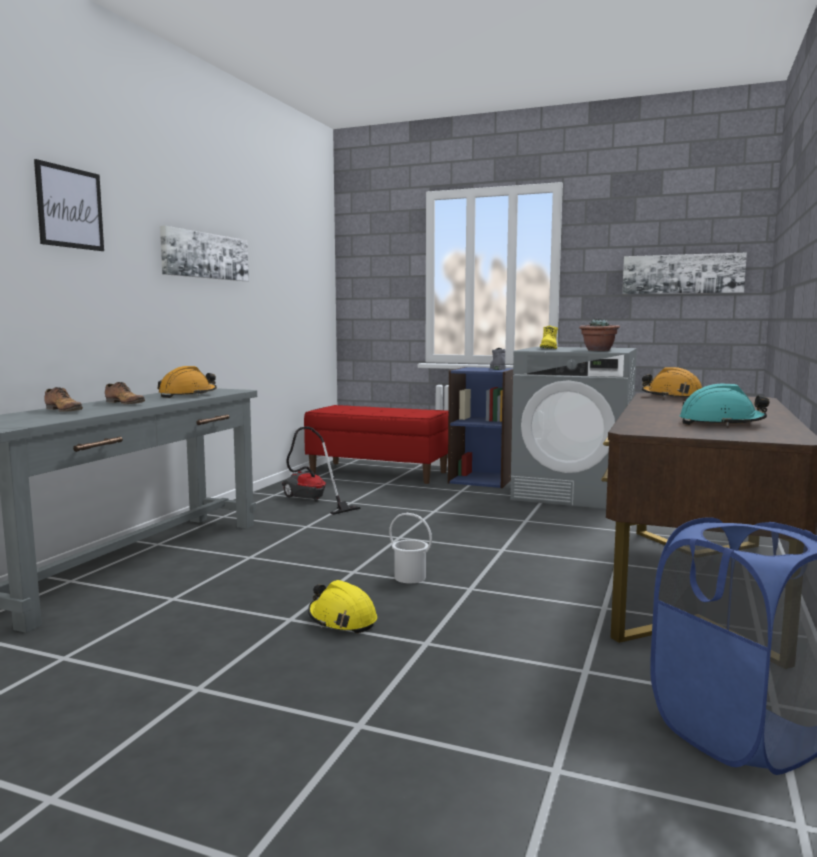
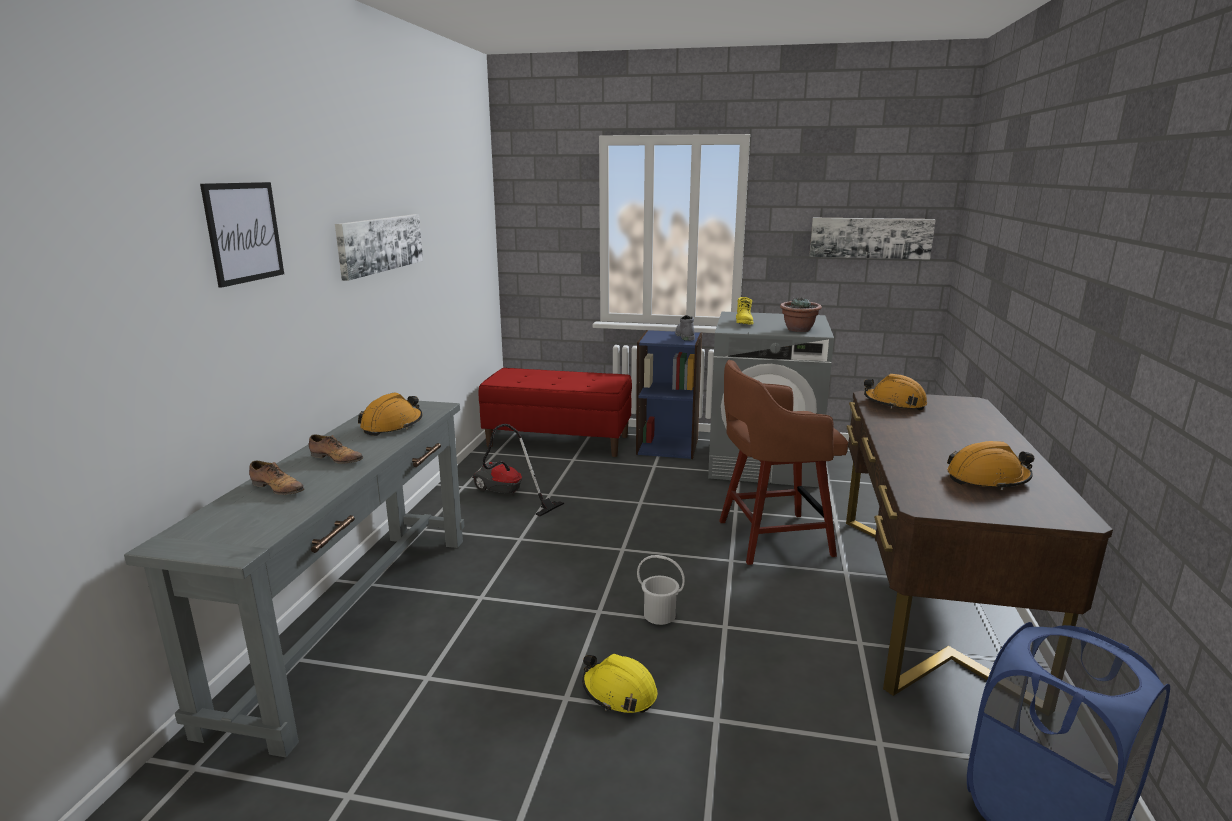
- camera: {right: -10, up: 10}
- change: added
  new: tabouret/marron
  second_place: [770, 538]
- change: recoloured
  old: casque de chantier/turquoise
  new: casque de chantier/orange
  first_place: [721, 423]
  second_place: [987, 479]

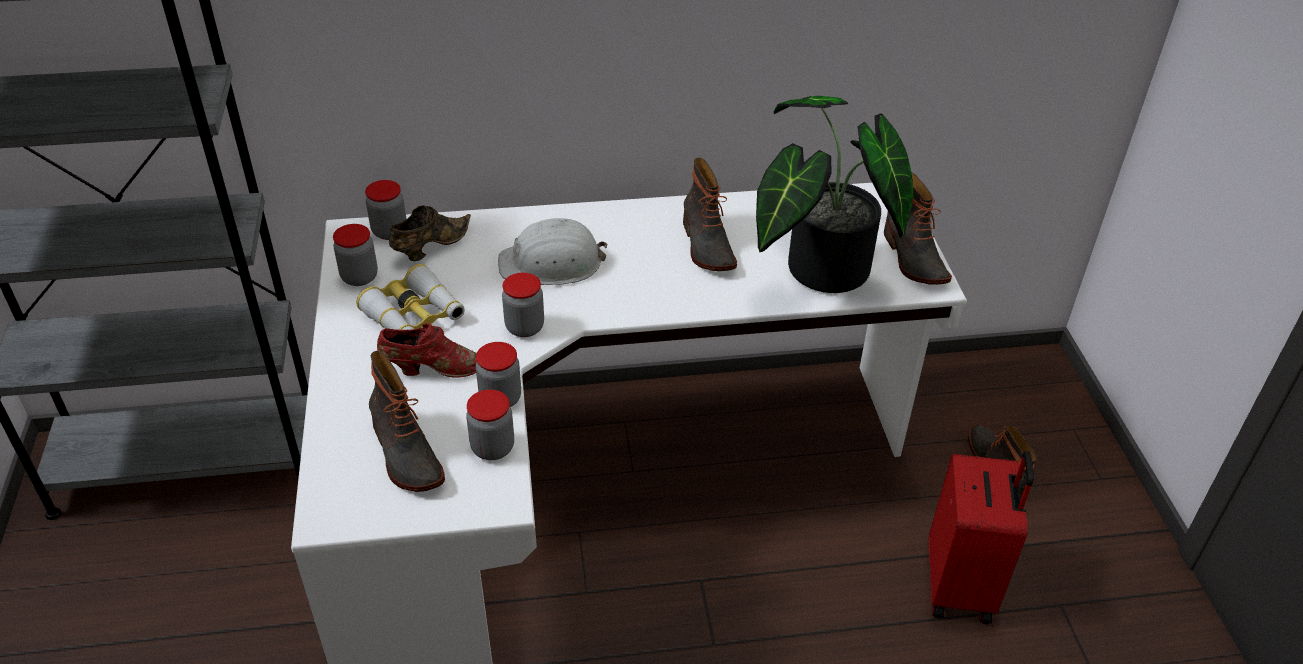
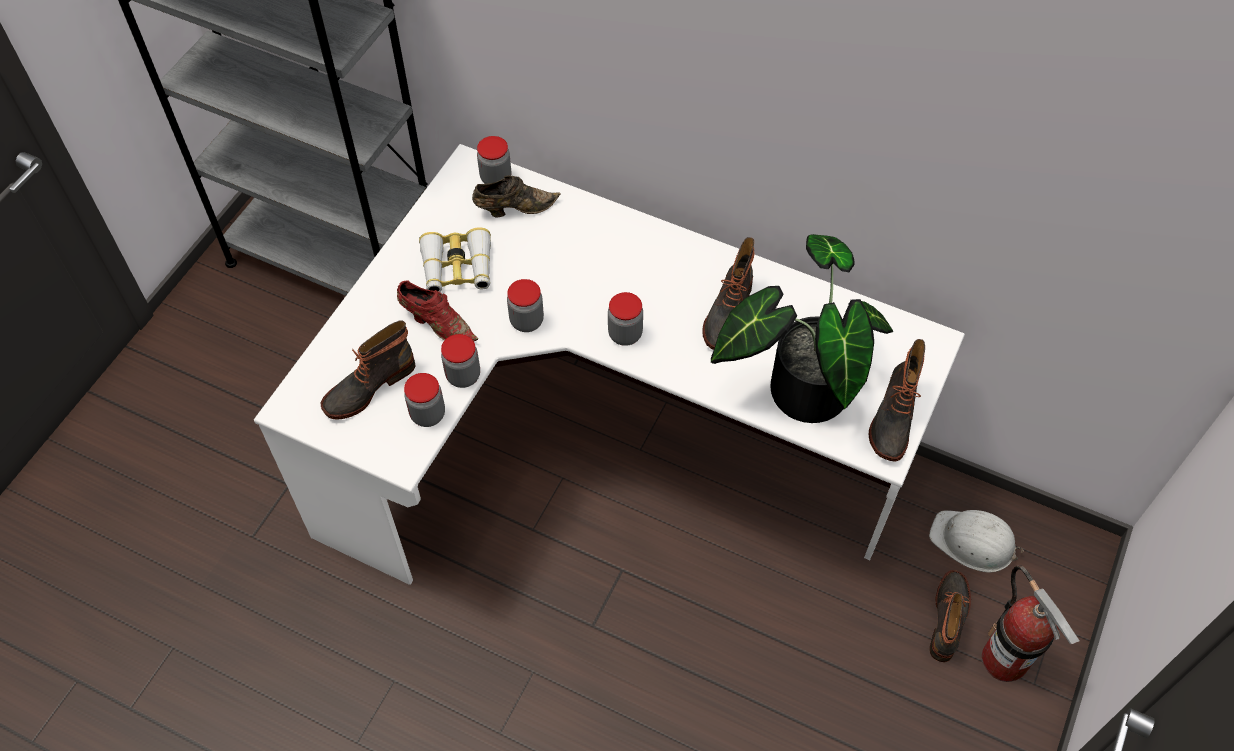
- camera: {right: 35, up: 15}
- change: removed
  old: valise/rouge
  first_place: [961, 586]
- change: added
  new: extincteur
  second_place: [1004, 659]
- change: moved
  old: bocal
  first_place: [359, 277]
  second_place: [625, 334]
- change: moved
  old: casque de chantier/blanc
  first_place: [552, 263]
  second_place: [973, 542]
- change: turned
  old: botte
  first_place: [404, 454]
  second_place: [368, 386]
  degrees: 45

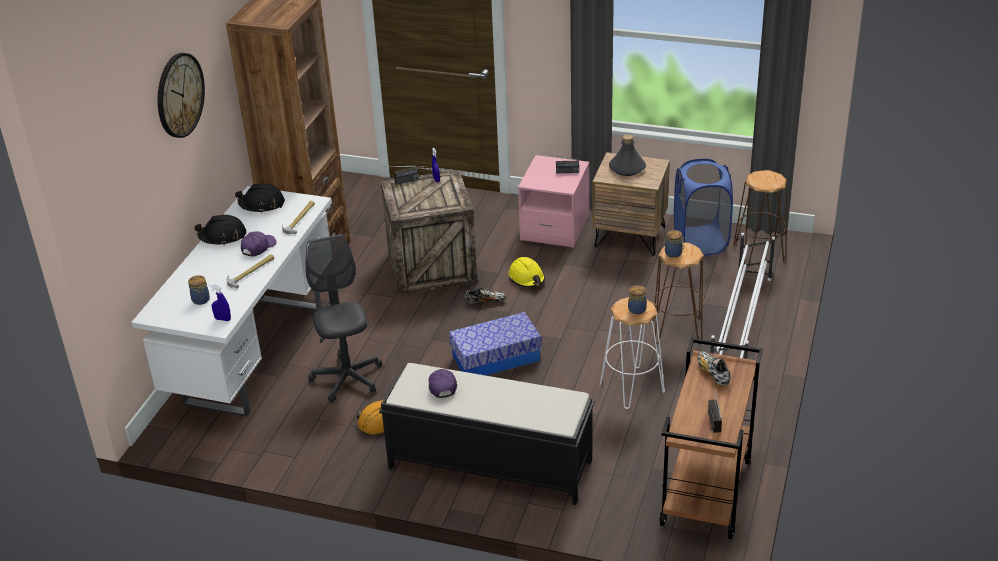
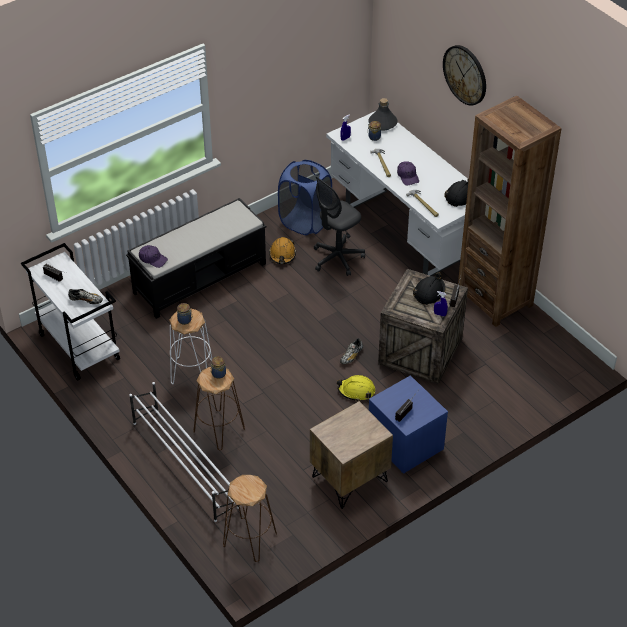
- camera: {right: 125, up: 10}
- change: removed
  old: boîte de rangement
  first_place: [496, 358]
- change: moved
  old: casque de chantier/noir
  first_place: [223, 236]
  second_place: [429, 292]
- change: moved
  old: casquette/violet
  first_place: [442, 386]
  second_place: [153, 259]
- change: moved
  old: bouteille/gris
  first_place: [627, 168]
  second_place: [382, 123]
- change: moved
  old: panier à linge/bleu
  first_place: [700, 241]
  second_place: [305, 221]
- change: recoloured
  old: table de chevet/rose
  new: table de chevet/bleu
  first_place: [555, 228]
  second_place: [405, 443]
- change: recoloured
  old: chariot/marron
  new: chariot/blanc
  first_place: [707, 494]
  second_place: [78, 347]
- change: turned
  old: chaise de bureau/gris
  first_place: [347, 379]
  second_place: [337, 258]
  degrees: 120

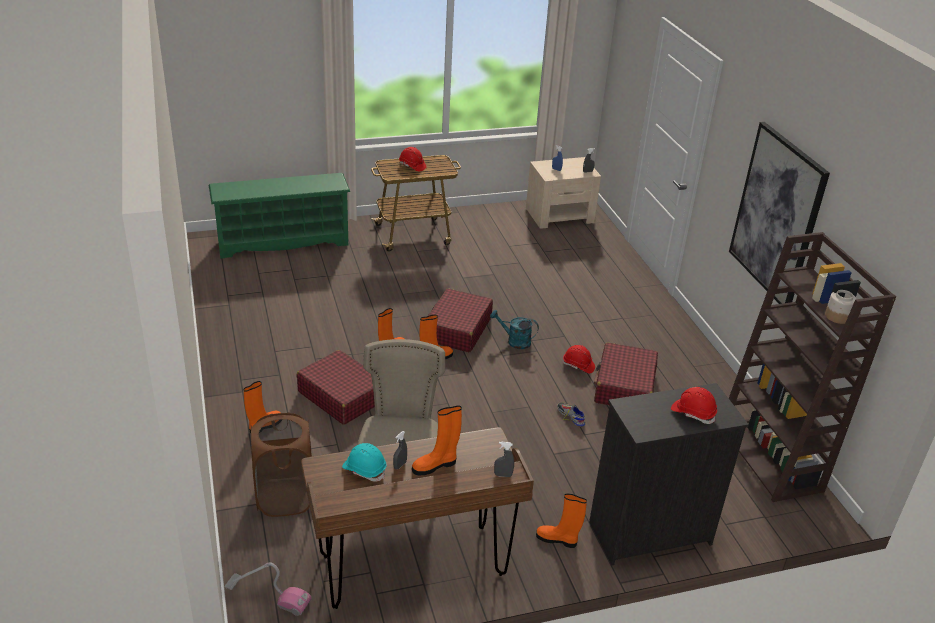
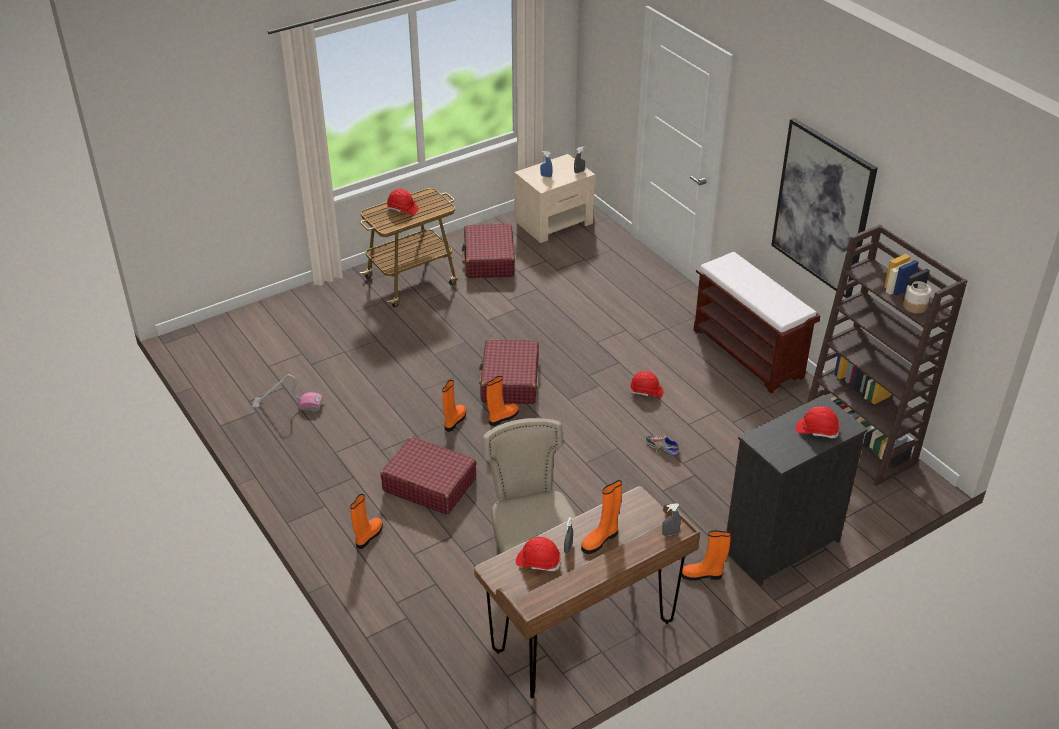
- camera: {right: -15, up: 5}
- change: removed
  old: étagère à chaussures/vert
  first_place: [283, 241]
- change: removed
  old: panier à linge/marron
  first_place: [285, 497]
- change: removed
  old: arrosoir/turquoise
  first_place: [514, 341]
- change: added
  new: banc/marron
  second_place: [749, 353]
- change: moved
  old: aspirateur
  first_place: [268, 595]
  second_place: [288, 404]
- change: moved
  old: valise/rouge
  first_place: [624, 386]
  second_place: [489, 260]
- change: recoloured
  old: casque de chantier/turquoise
  new: casque de chantier/rouge
  first_place: [364, 469]
  second_place: [538, 561]

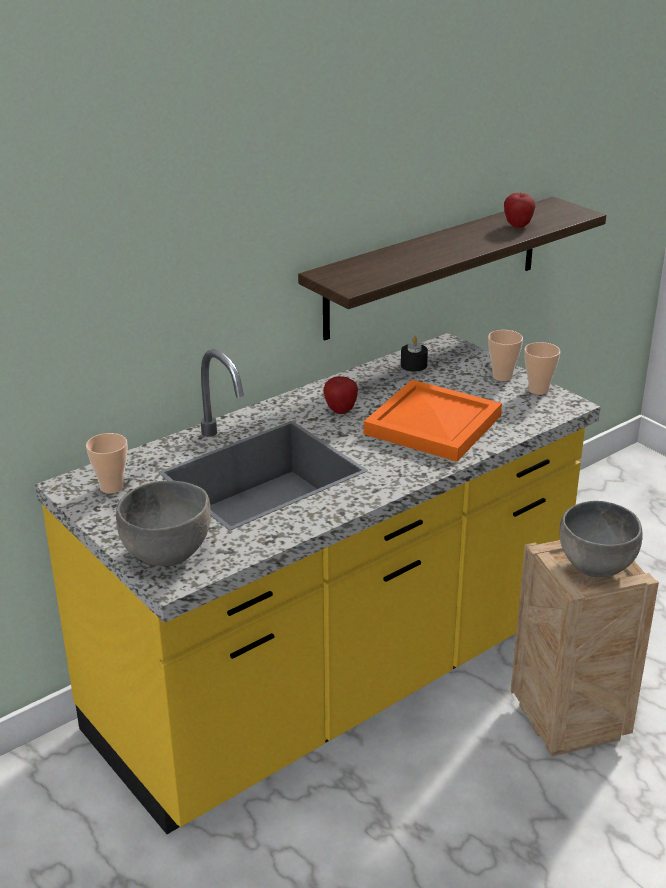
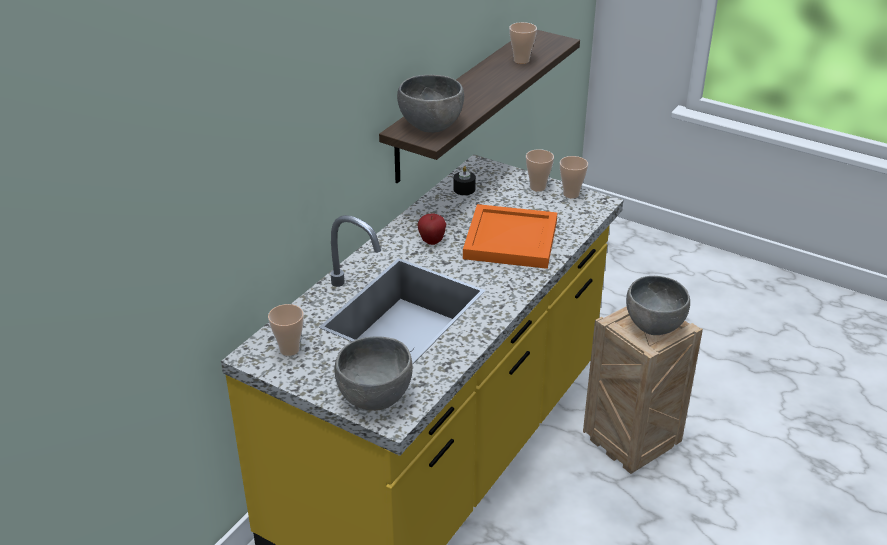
- camera: {right: -20, up: 5}
- change: added
  new: bol/gris
  second_place: [432, 126]
- change: replaced
  old: pomme
  new: tasse
  first_place: [518, 226]
  second_place: [521, 60]

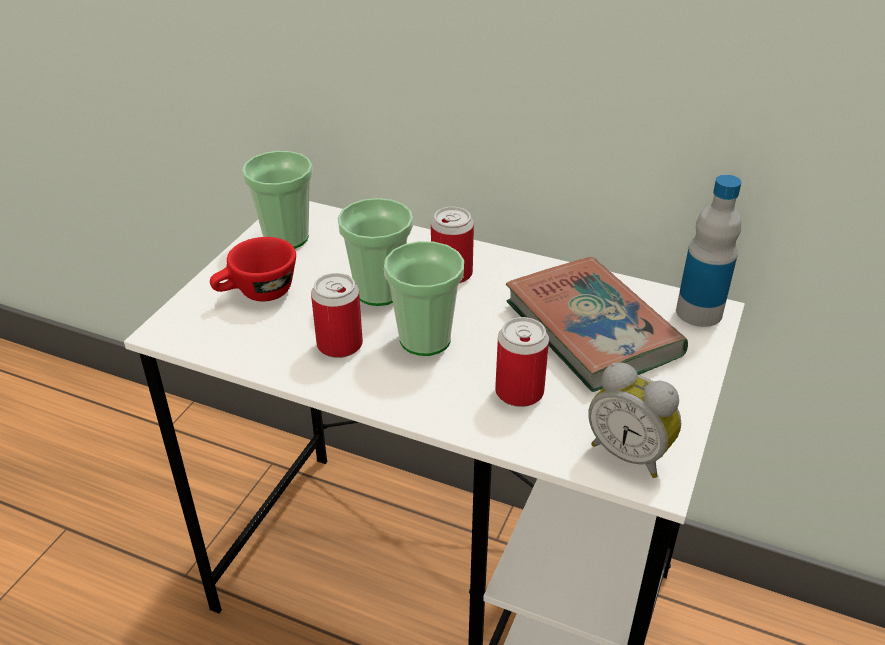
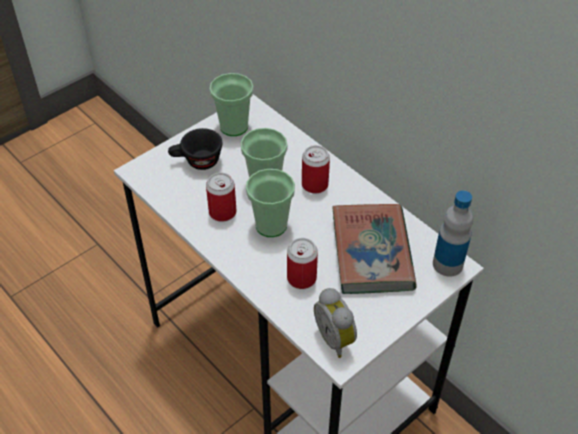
- camera: {right: 25, up: 10}
- change: recoloured
  old: tasse/rouge
  new: tasse/noir
  first_place: [257, 294]
  second_place: [197, 162]

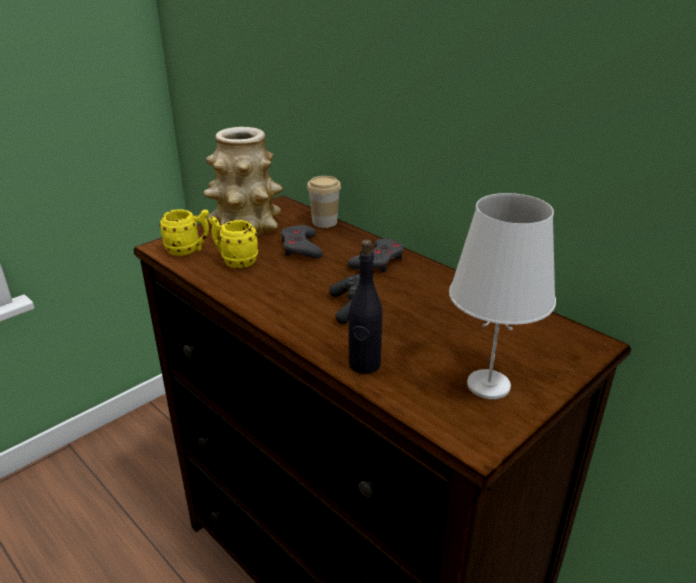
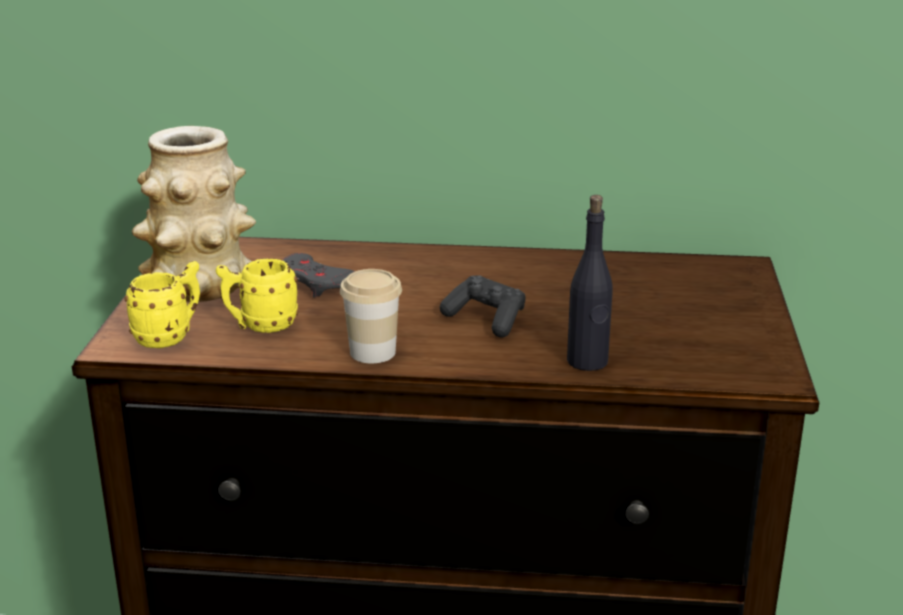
- camera: {right: -40, up: -5}
- change: removed
  old: manette/gris
  first_place: [378, 261]
- change: removed
  old: lampe de table/blanc
  first_place: [487, 385]
- change: moved
  old: tasse
  first_place: [324, 222]
  second_place: [372, 352]

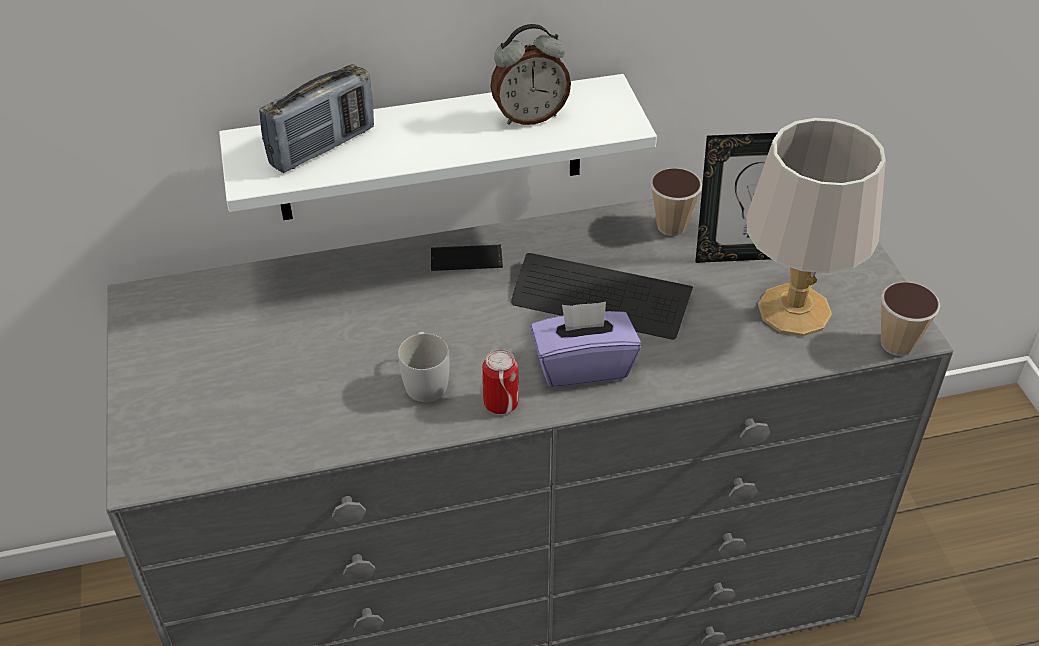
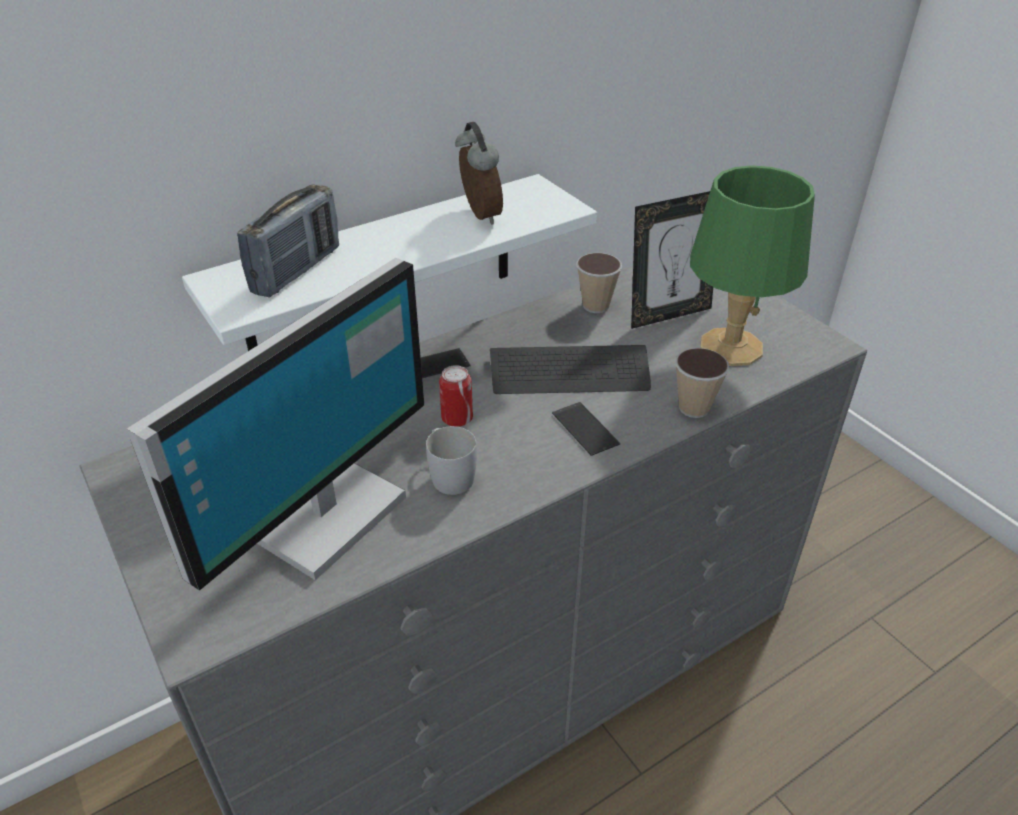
- camera: {right: -20, up: -5}
- change: added
  new: écran d'ordinateur
  second_place: [321, 513]
- change: moved
  old: boîte métallique
  first_place: [501, 403]
  second_place: [457, 418]
- change: moved
  old: tasse
  first_place: [897, 344]
  second_place: [694, 408]
- change: replaced
  old: boîte à mouchoirs/violet
  new: téléphone
  first_place: [583, 365]
  second_place: [585, 429]
- change: recoloured
  old: lampe de table/gris
  new: lampe de table/vert
  first_place: [795, 309]
  second_place: [731, 346]
- change: turned
  old: réveil
  first_place: [530, 116]
  second_place: [479, 215]
  degrees: -75

